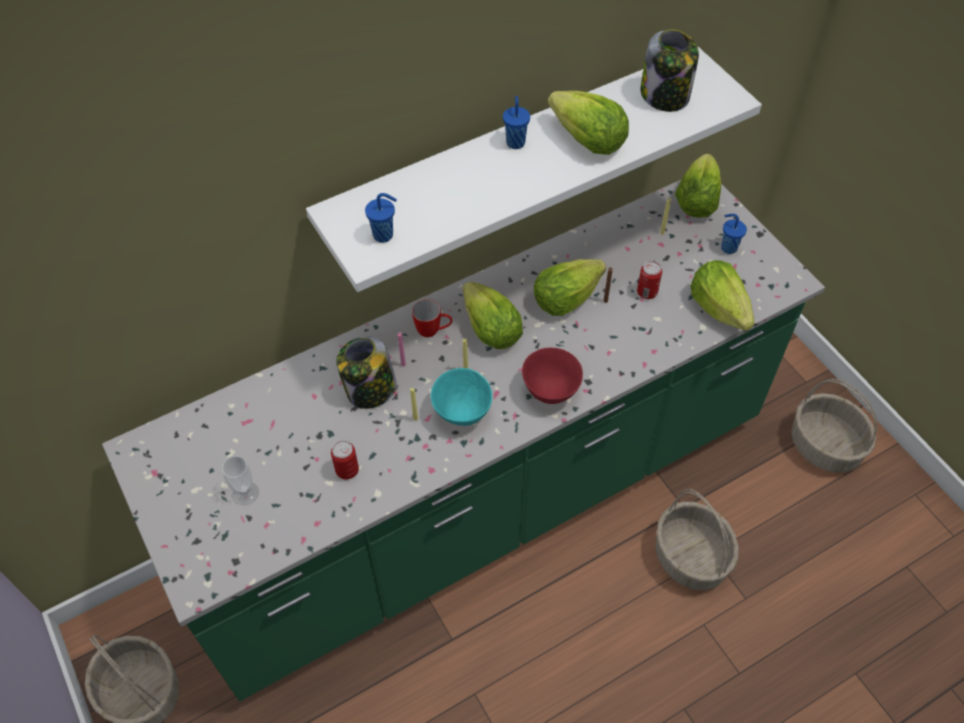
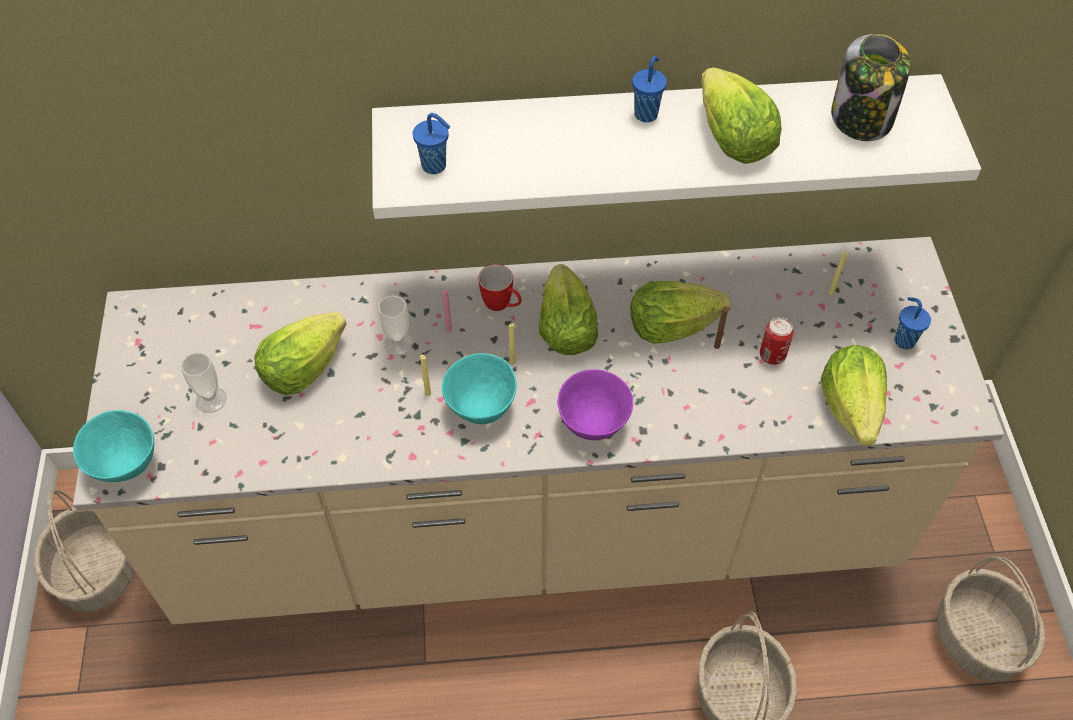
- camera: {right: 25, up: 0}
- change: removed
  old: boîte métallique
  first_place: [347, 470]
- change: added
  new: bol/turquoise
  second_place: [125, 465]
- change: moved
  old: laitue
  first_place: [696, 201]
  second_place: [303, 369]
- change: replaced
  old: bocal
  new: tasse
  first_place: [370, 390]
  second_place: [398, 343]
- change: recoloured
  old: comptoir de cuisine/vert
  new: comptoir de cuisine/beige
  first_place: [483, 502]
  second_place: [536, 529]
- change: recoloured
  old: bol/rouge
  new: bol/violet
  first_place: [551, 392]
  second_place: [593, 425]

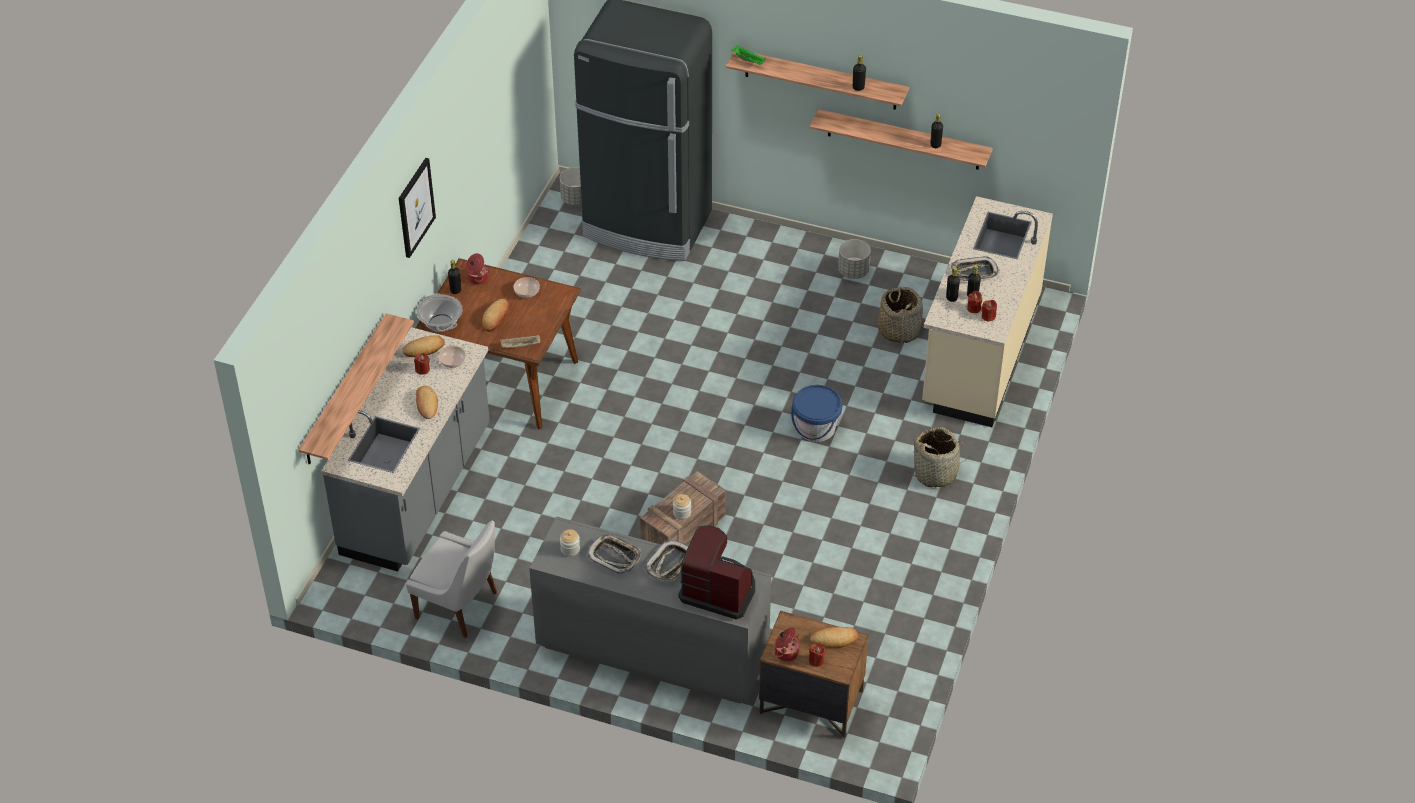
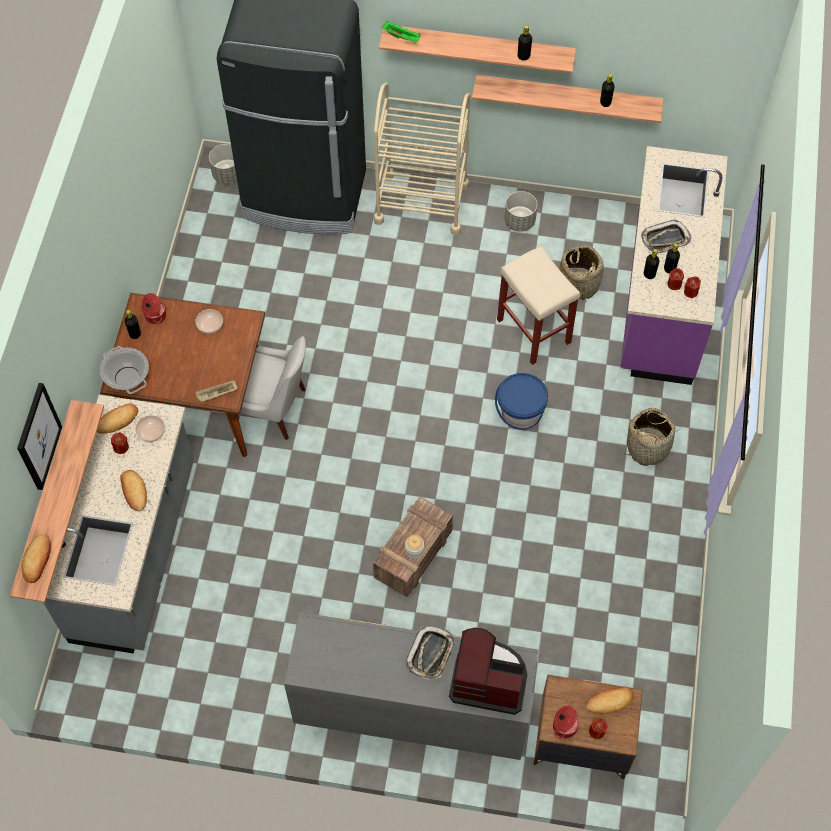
- camera: {right: -10, up: 15}
- change: removed
  old: bocal
  first_place: [570, 549]
- change: removed
  old: plateau
  first_place: [614, 556]
- change: added
  new: chariot/beige
  second_place: [421, 203]
- change: added
  new: tabouret/beige
  second_place: [534, 332]
- change: moved
  old: tableau
  first_place: [415, 207]
  second_place: [38, 436]
- change: moved
  old: chaise/blanc
  first_place: [459, 606]
  second_place: [274, 409]
- change: moved
  old: pain
  first_place: [496, 317]
  second_place: [37, 560]
- change: recoloured
  old: comptoir de cuisine/beige
  new: comptoir de cuisine/violet
  first_place: [979, 352]
  second_place: [661, 299]

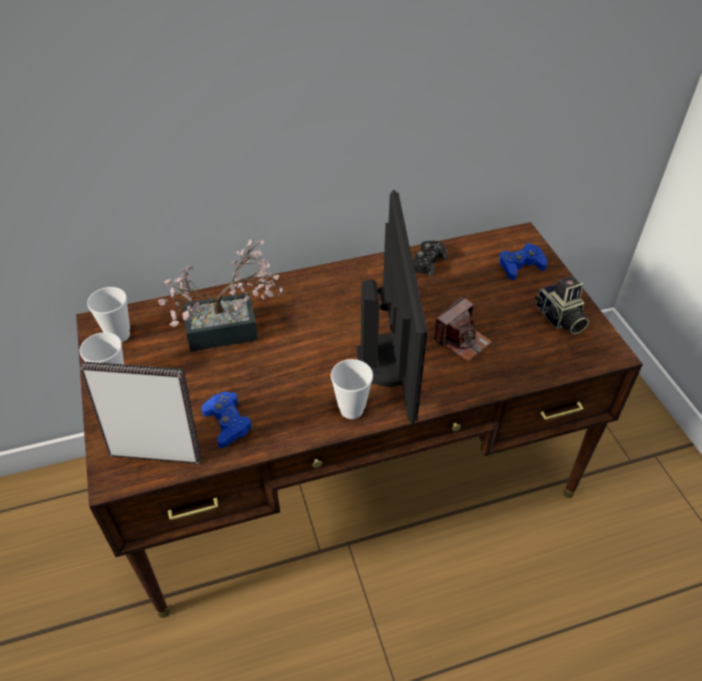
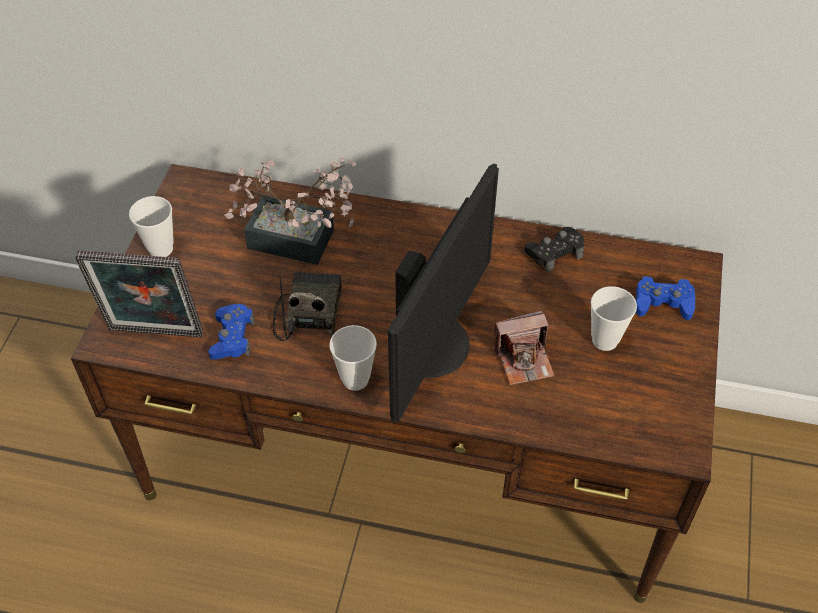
- camera: {right: 30, up: 5}
- change: removed
  old: appareil photo
  first_place: [559, 319]
- change: added
  new: radio
  second_place: [308, 311]
- change: moved
  old: tasse
  first_place: [119, 335]
  second_place: [604, 340]
- change: turned
  old: cadre photo
  first_place: [157, 452]
  second_place: [154, 335]
  degrees: 150

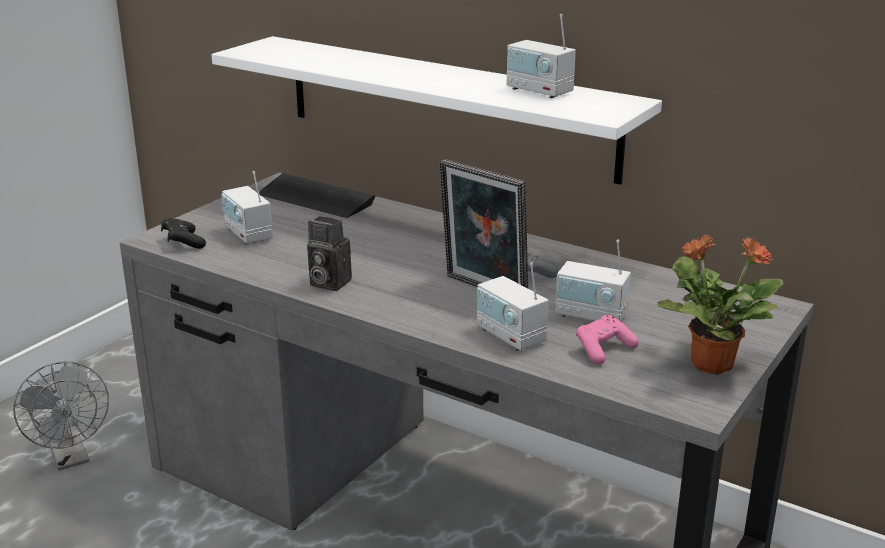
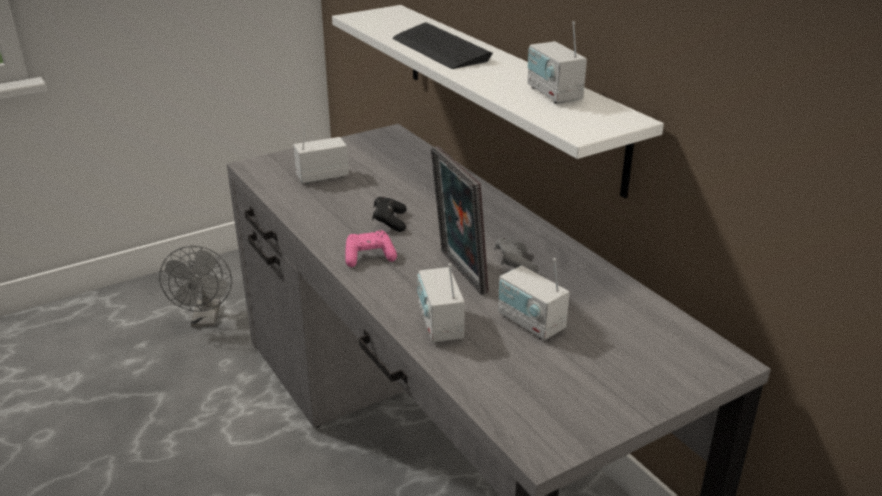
- camera: {right: 25, up: 5}
- change: removed
  old: appareil photo
  first_place: [327, 283]
- change: removed
  old: plante en pot
  first_place: [710, 363]
- change: moved
  old: manette/noir
  first_place: [183, 243]
  second_place: [389, 222]
- change: moved
  old: clavier
  first_place: [315, 198]
  second_place: [440, 49]
- change: moved
  old: manette/rose
  first_place: [603, 350]
  second_place: [369, 257]
- change: turned
  old: radio
  first_place: [248, 234]
  second_place: [322, 176]
  degrees: 75

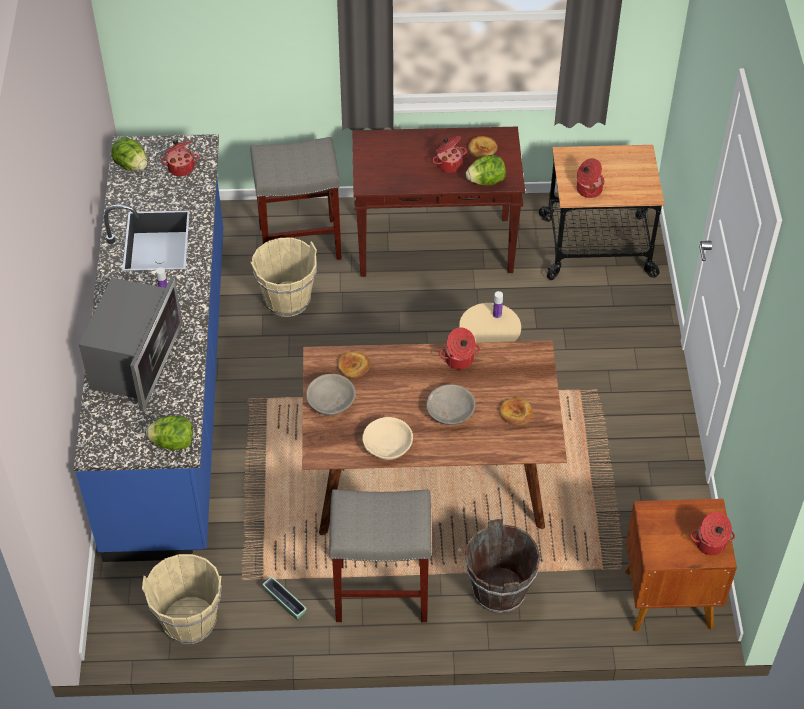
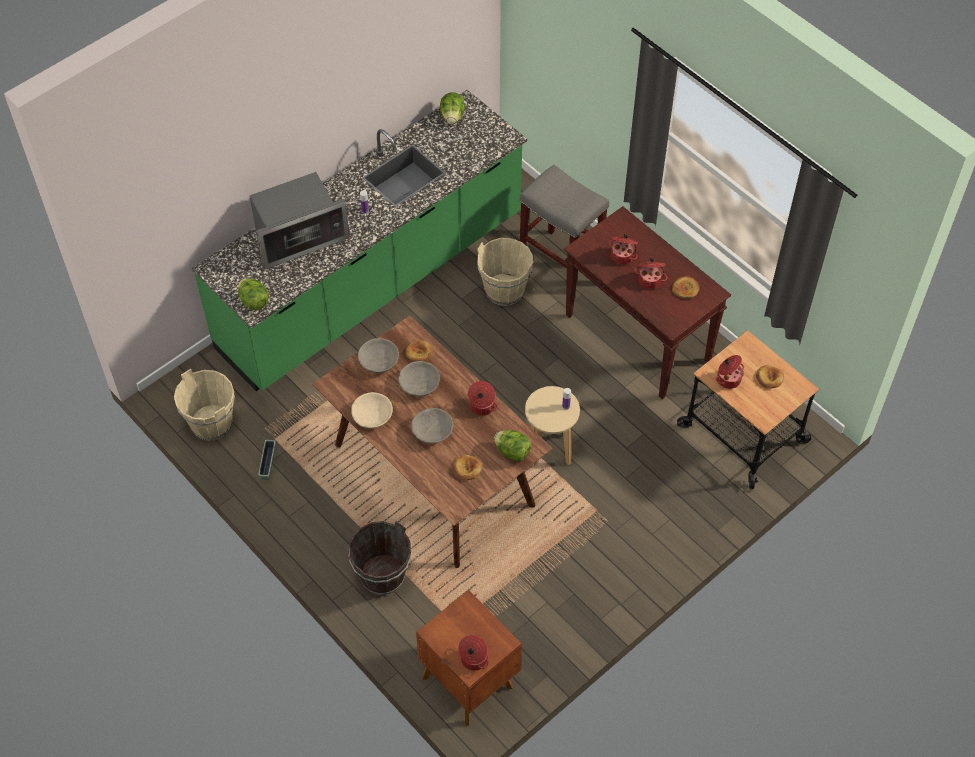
- camera: {right: 50, up: 5}
- change: removed
  old: tabouret/gris
  first_place: [383, 591]
- change: added
  new: bol/gris
  second_place: [419, 384]
- change: added
  new: pain
  second_place: [769, 378]
- change: moved
  old: marmite
  first_place: [181, 167]
  second_place: [622, 255]
- change: moved
  old: laitue
  first_place: [486, 181]
  second_place: [512, 452]
- change: recoloured
  old: comptoir de cuisine/bleu
  new: comptoir de cuisine/vert
  first_place: [171, 388]
  second_place: [372, 283]

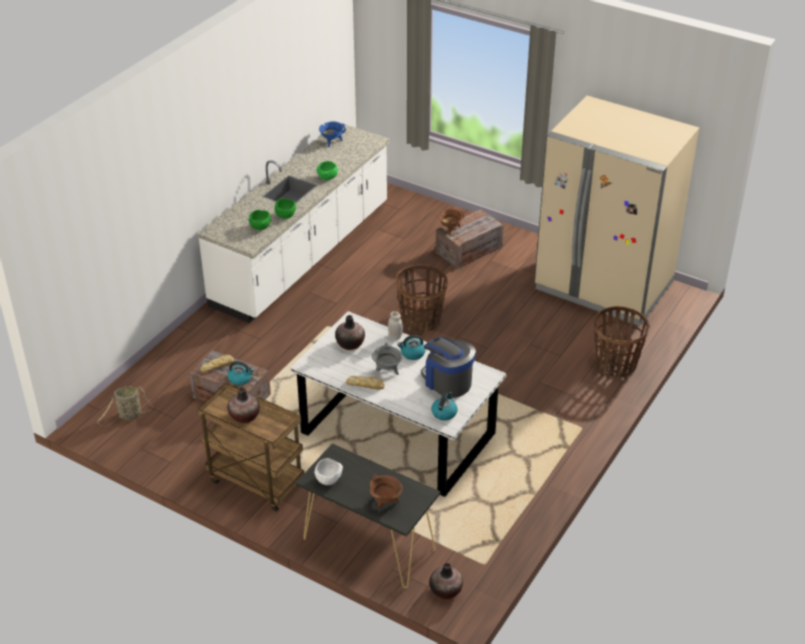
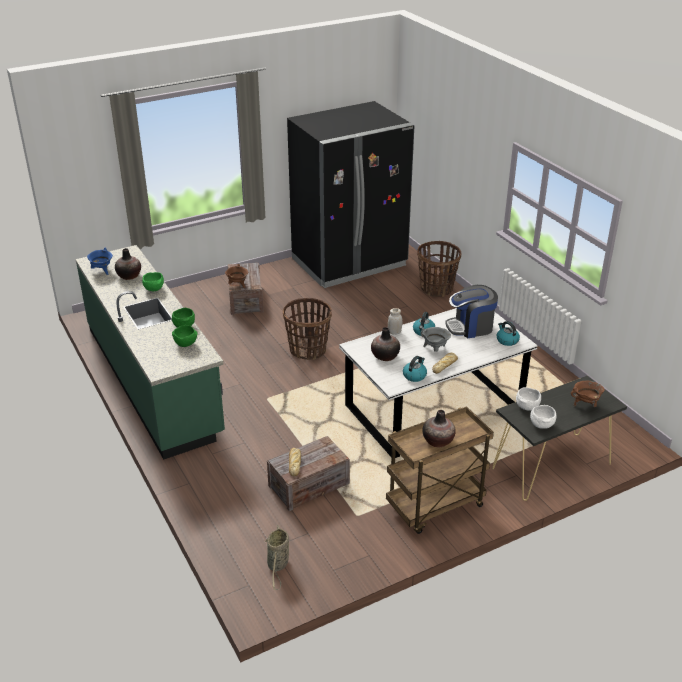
- camera: {right: -60, up: -5}
- change: added
  new: bol/blanc
  second_place: [527, 406]
- change: moved
  old: bouilloire
  first_place: [240, 379]
  second_place: [414, 375]
- change: moved
  old: vase
  first_place: [446, 591]
  second_place: [129, 276]
- change: recoloured
  old: comptoir de cuisine/blanc
  new: comptoir de cuisine/vert
  first_place: [303, 255]
  second_place: [153, 379]
- change: recoloured
  old: réfrigérateur/beige
  new: réfrigérateur/noir
  first_place: [603, 286]
  second_place: [349, 262]

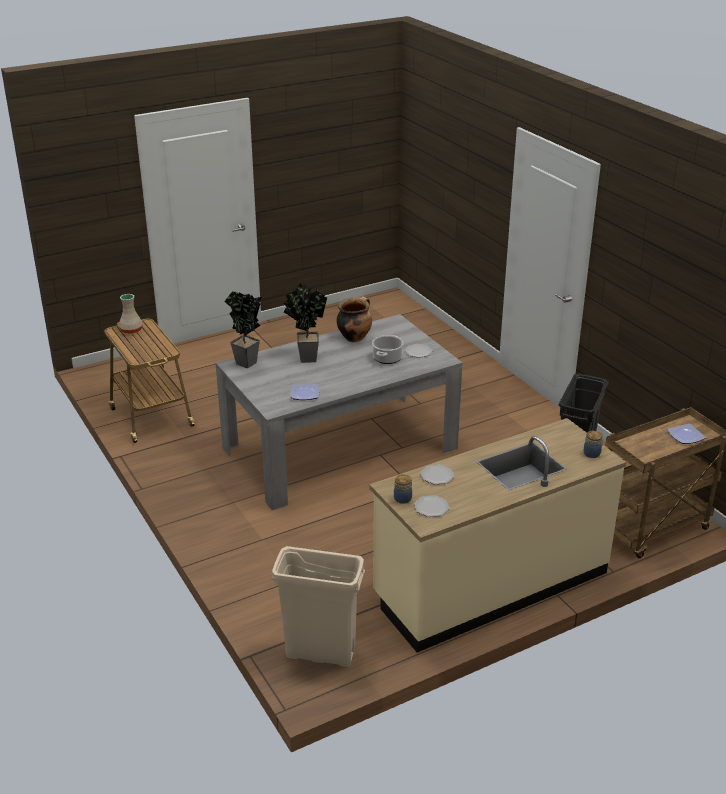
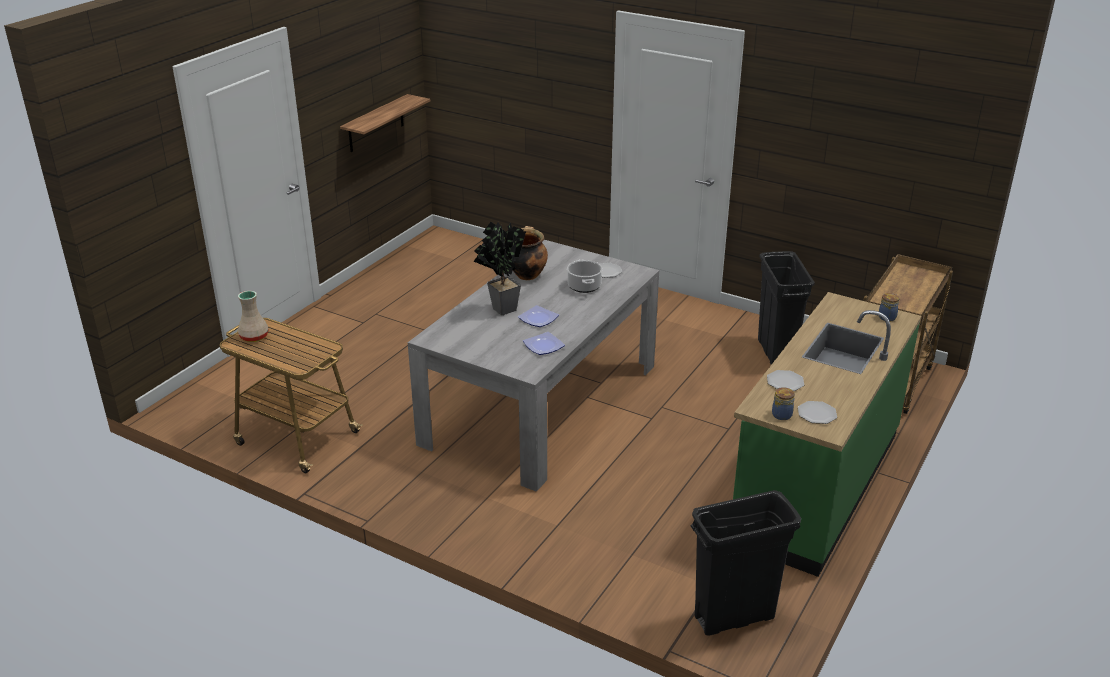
- camera: {right: -30, up: 0}
- change: removed
  old: plante en pot
  first_place: [247, 365]
- change: added
  new: étagère
  second_place: [376, 124]
- change: moved
  old: assiette
  first_place: [684, 436]
  second_place: [537, 319]
- change: recoloured
  old: poubelle/beige
  new: poubelle/noir
  first_place: [321, 654]
  second_place: [735, 617]
- change: recoloured
  old: comptoir de cuisine/beige
  new: comptoir de cuisine/vert
  first_place: [490, 585]
  second_place: [814, 485]

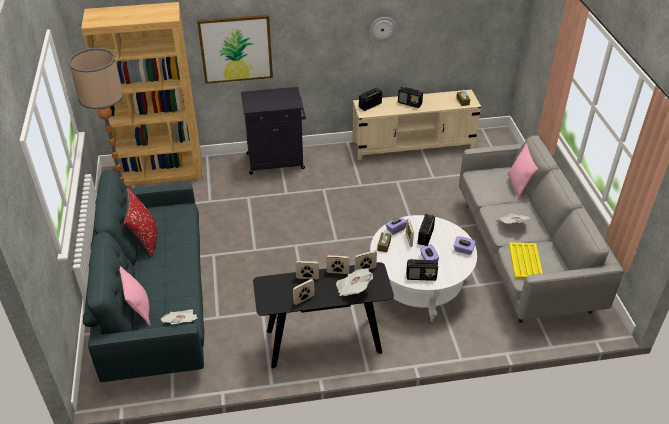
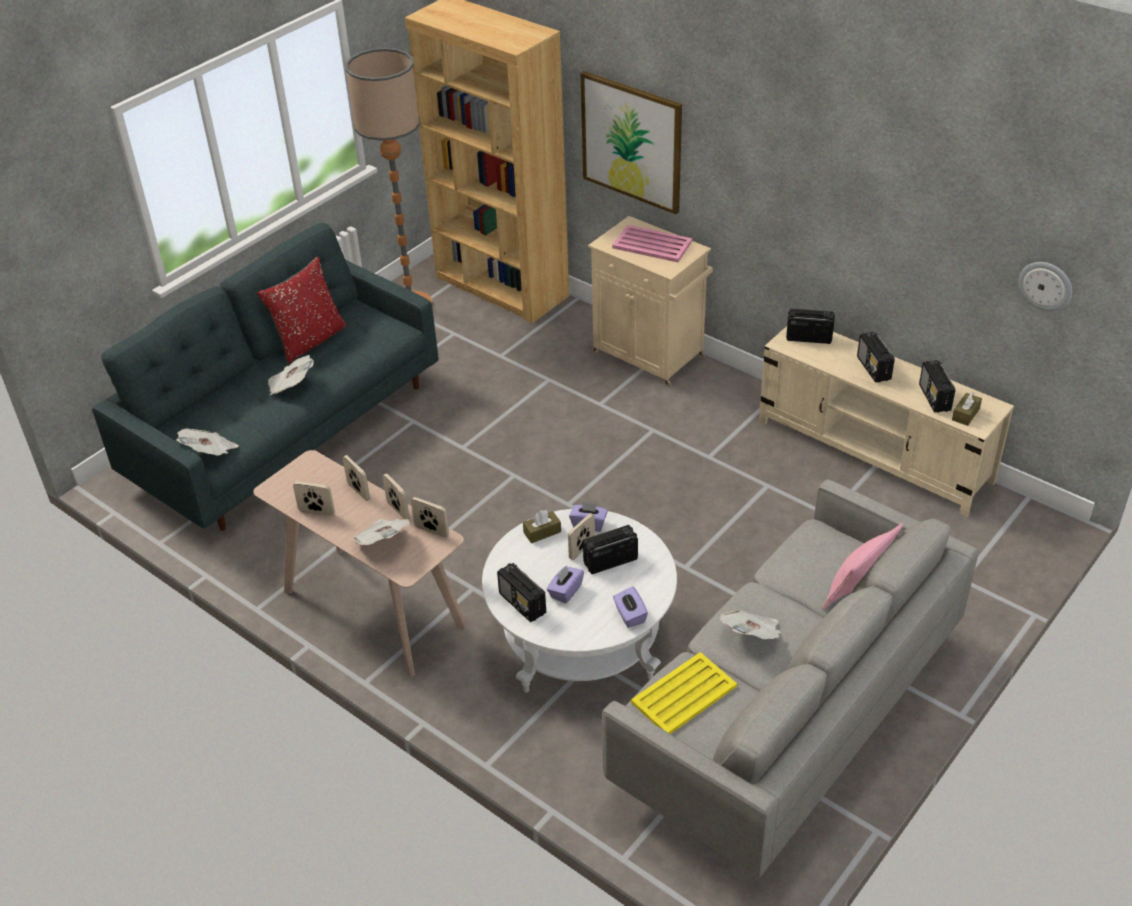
- camera: {right: 50, up: 0}
- change: removed
  old: coussin/rose
  first_place: [139, 309]
- change: added
  new: journal
  second_place: [291, 385]
- change: added
  new: plateau/rose
  second_place: [651, 244]
- change: added
  new: radio
  second_place: [934, 398]
- change: moved
  old: horloge murale
  first_place: [382, 28]
  second_place: [1045, 285]
- change: recoloured
  old: meuble de rangement/noir
  new: meuble de rangement/beige
  first_place: [276, 161]
  second_place: [650, 356]
- change: recoloured
  old: table console/noir
  new: table console/beige
  first_place: [323, 342]
  second_place: [373, 609]

